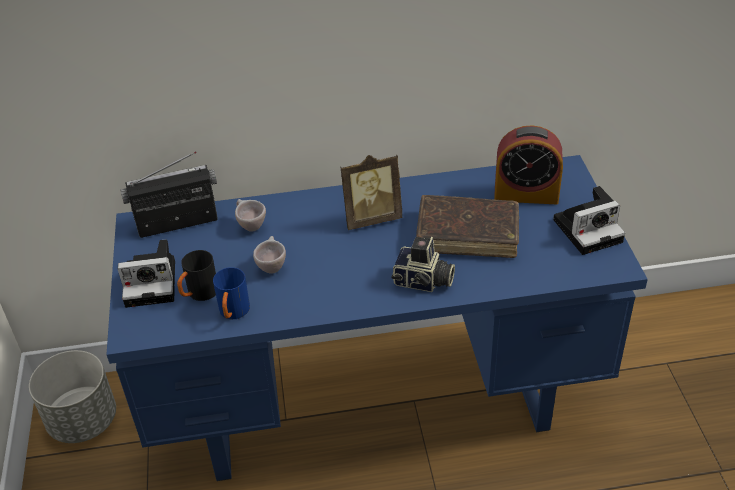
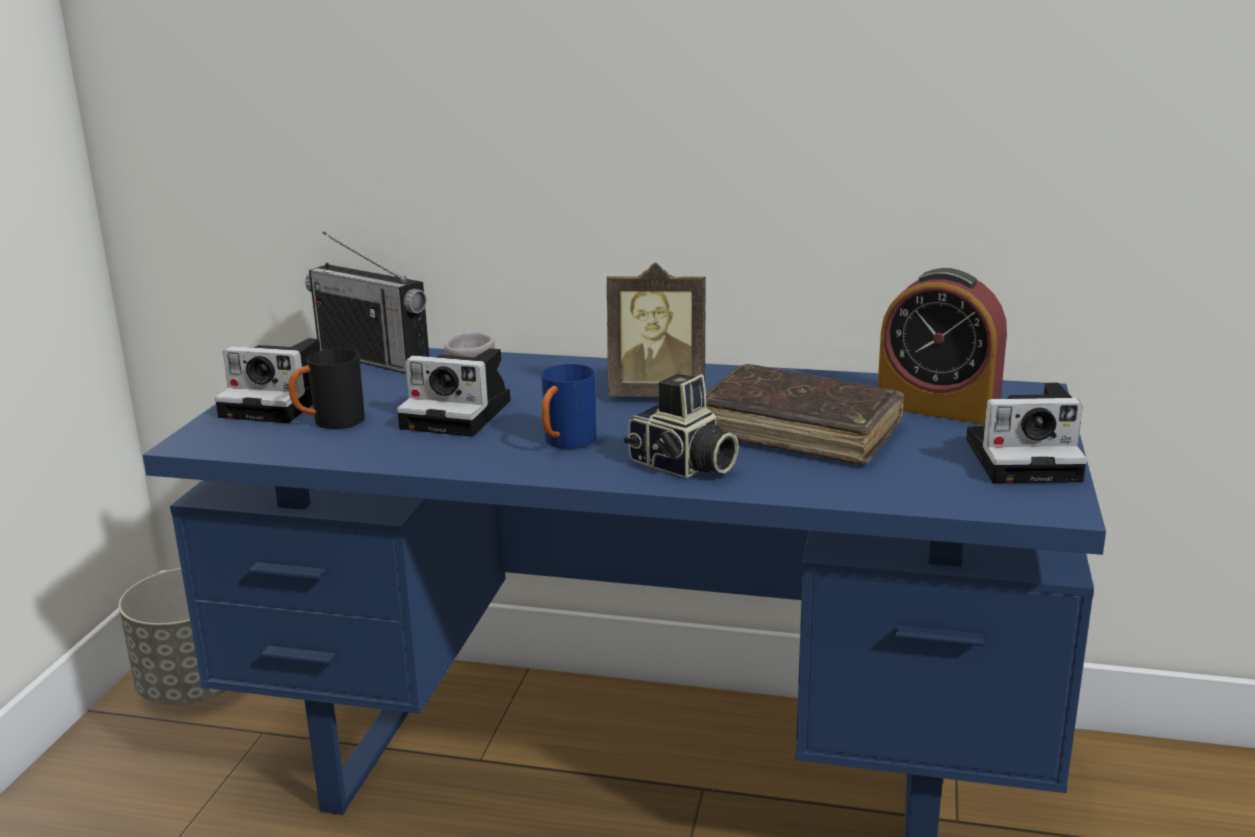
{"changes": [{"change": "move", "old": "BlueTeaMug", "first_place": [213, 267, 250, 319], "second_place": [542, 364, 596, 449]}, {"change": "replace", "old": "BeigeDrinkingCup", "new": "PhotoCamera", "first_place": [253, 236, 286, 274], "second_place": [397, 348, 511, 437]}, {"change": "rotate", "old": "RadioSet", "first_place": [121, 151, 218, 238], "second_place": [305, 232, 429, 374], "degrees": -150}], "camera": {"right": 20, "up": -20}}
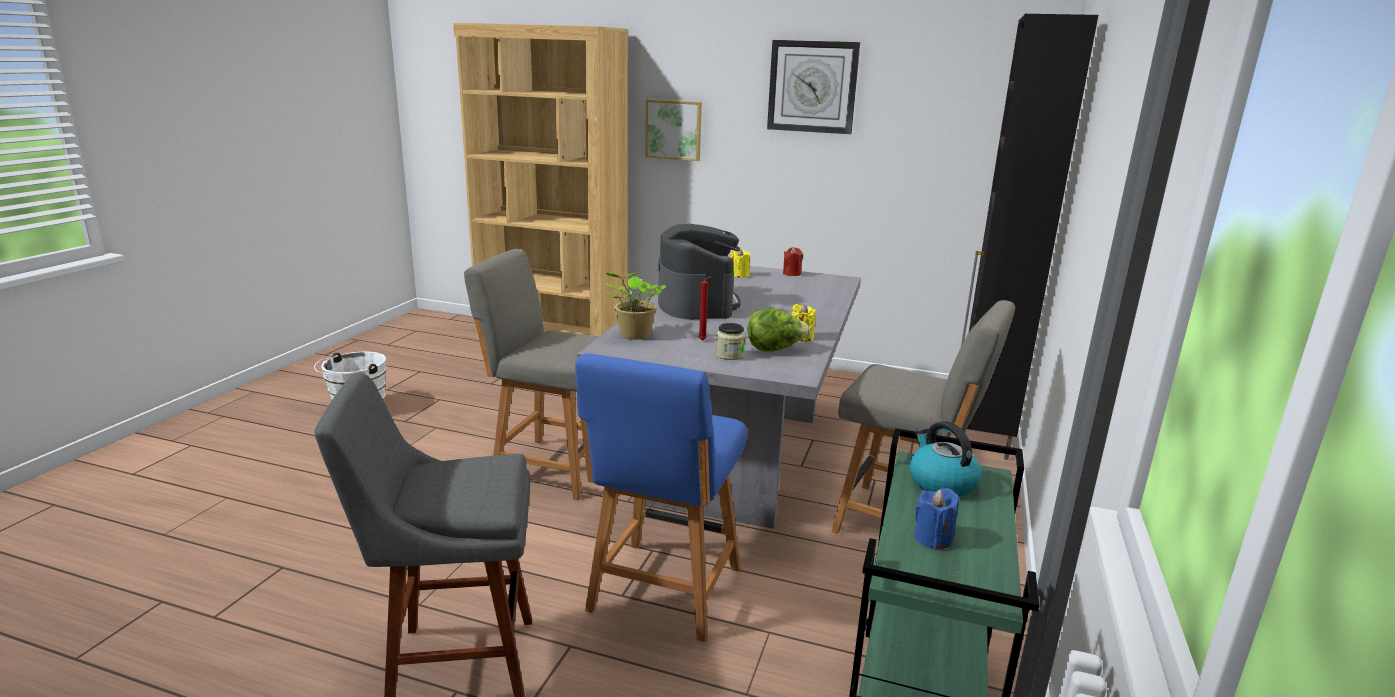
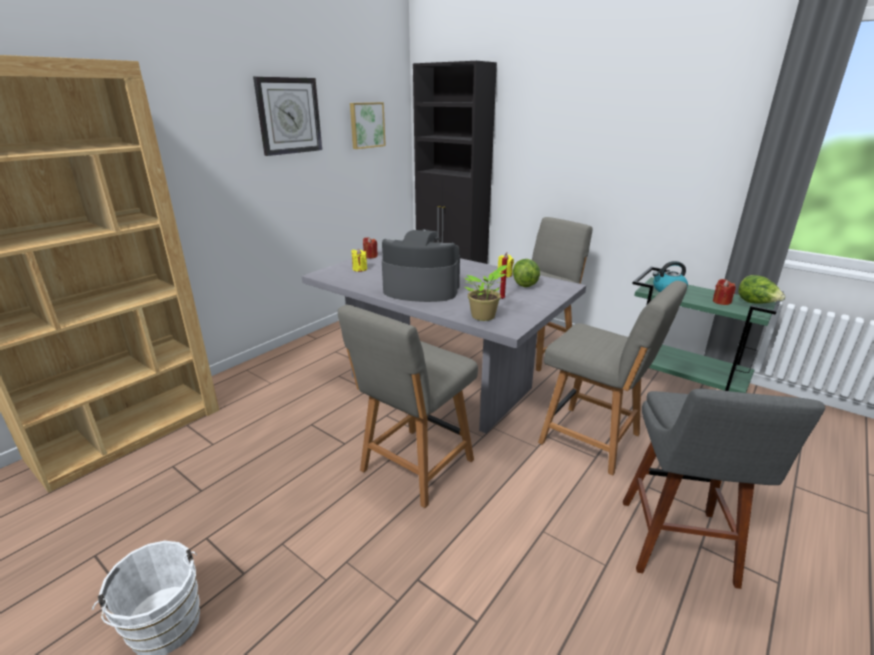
{"changes": [{"change": "delete", "old": "PreserveJar", "first_place": [716, 323, 745, 360]}, {"change": "insert", "new": "LettuceHead", "second_place": [738, 275, 785, 304]}, {"change": "move", "old": "Picture", "first_place": [646, 99, 702, 161], "second_place": [350, 102, 386, 149]}, {"change": "recolor", "old": "BlueChair", "new": "GrayChair", "first_place": [575, 353, 747, 642], "second_place": [538, 281, 687, 475]}, {"change": "recolor", "old": "BlueWaxCandle", "new": "RedWaxCandle", "first_place": [914, 488, 959, 550], "second_place": [713, 279, 736, 305]}], "camera": {"right": -70, "up": 5}}
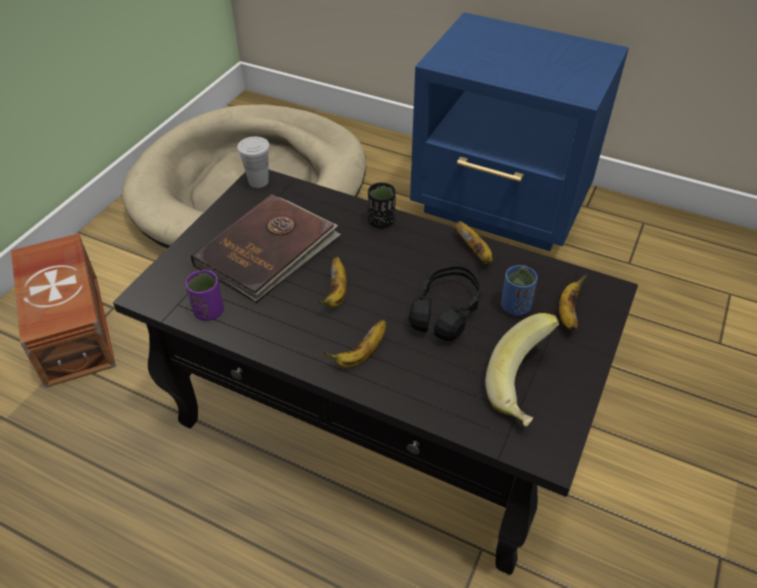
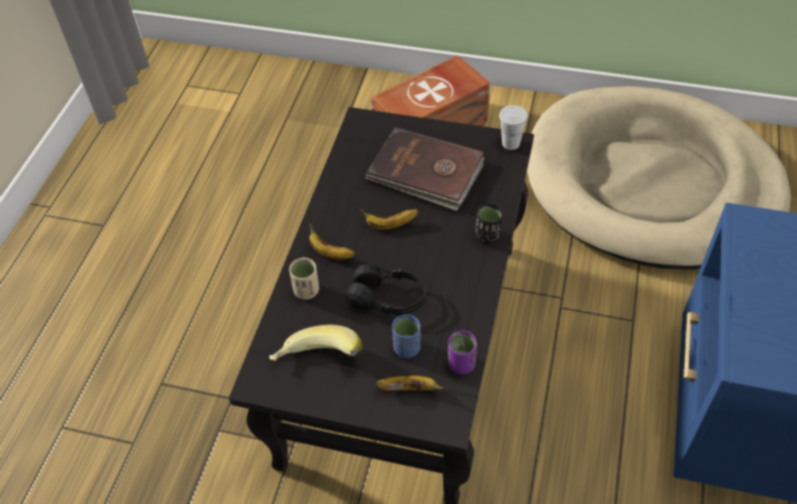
{"changes": [{"change": "delete", "old": "WholeBanana", "first_place": [456, 221, 493, 264]}, {"change": "insert", "new": "BeigeDrinkingCup", "second_place": [289, 257, 319, 300]}, {"change": "move", "old": "PurplishDrinkingCup", "first_place": [185, 270, 224, 321], "second_place": [448, 331, 477, 374]}], "camera": {"right": 80, "up": 5}}
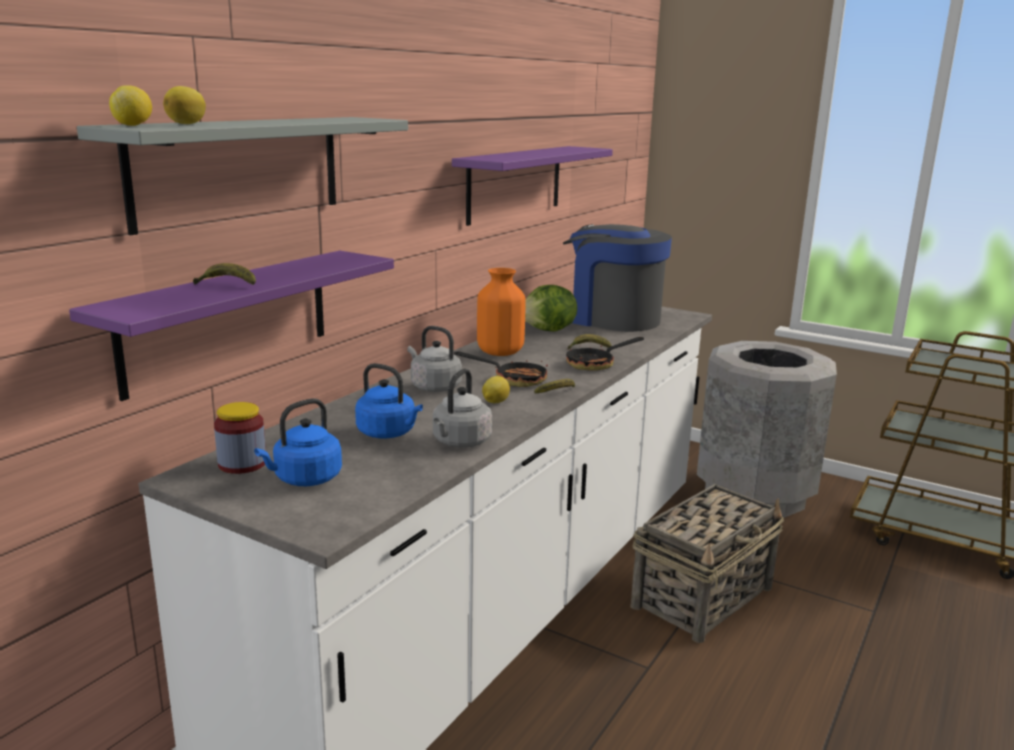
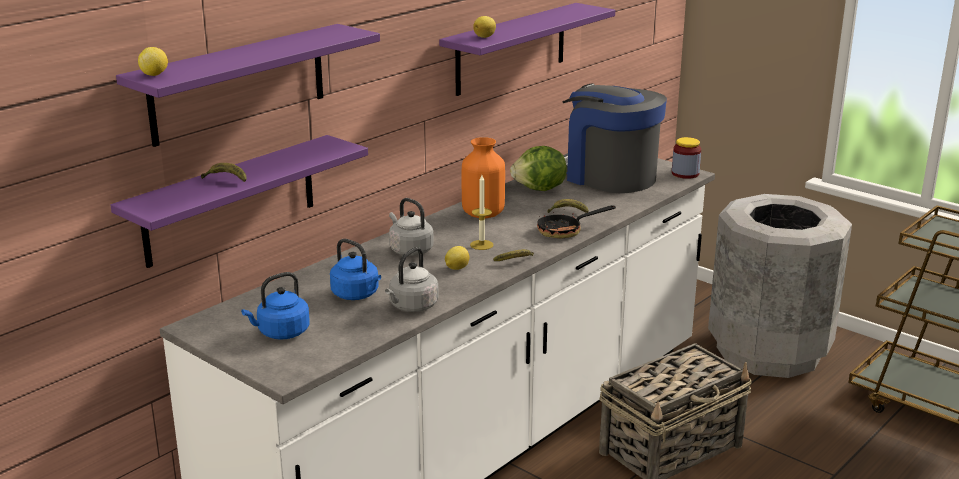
{"changes": [{"change": "move", "old": "CitrusFruit", "first_place": [163, 86, 206, 124], "second_place": [473, 16, 496, 38]}, {"change": "move", "old": "PreserveJar", "first_place": [214, 402, 266, 474], "second_place": [672, 137, 701, 179]}, {"change": "replace", "old": "Pan", "new": "WaxCandle", "first_place": [454, 351, 548, 387], "second_place": [470, 175, 494, 250]}, {"change": "recolor", "old": "GrayWallShelf", "new": "PurplishWallShelf", "first_place": [77, 117, 408, 235], "second_place": [116, 24, 380, 147]}], "camera": {"right": 10, "up": 5}}
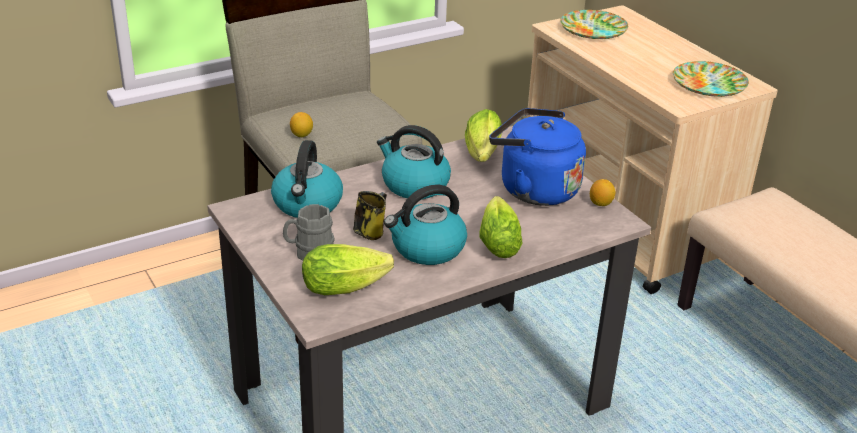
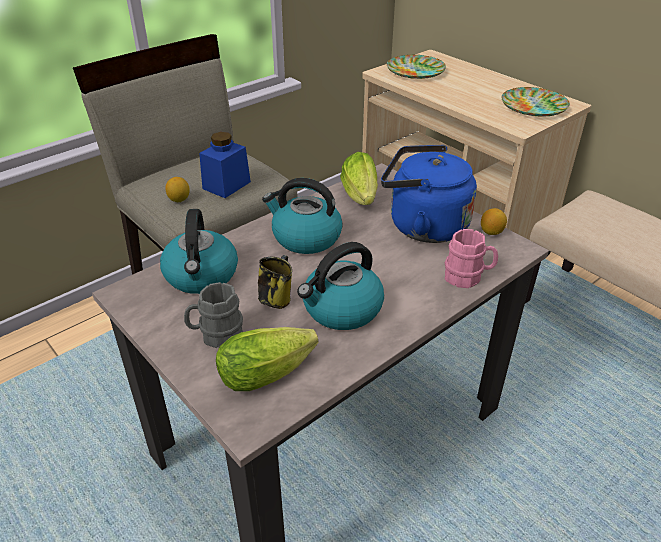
{"changes": [{"change": "delete", "old": "LettuceHead", "first_place": [479, 196, 522, 258]}, {"change": "insert", "new": "BluePreserveJar", "second_place": [199, 132, 251, 198]}, {"change": "insert", "new": "PinkTeaMug", "second_place": [445, 229, 498, 288]}], "camera": {"right": -10, "up": 5}}
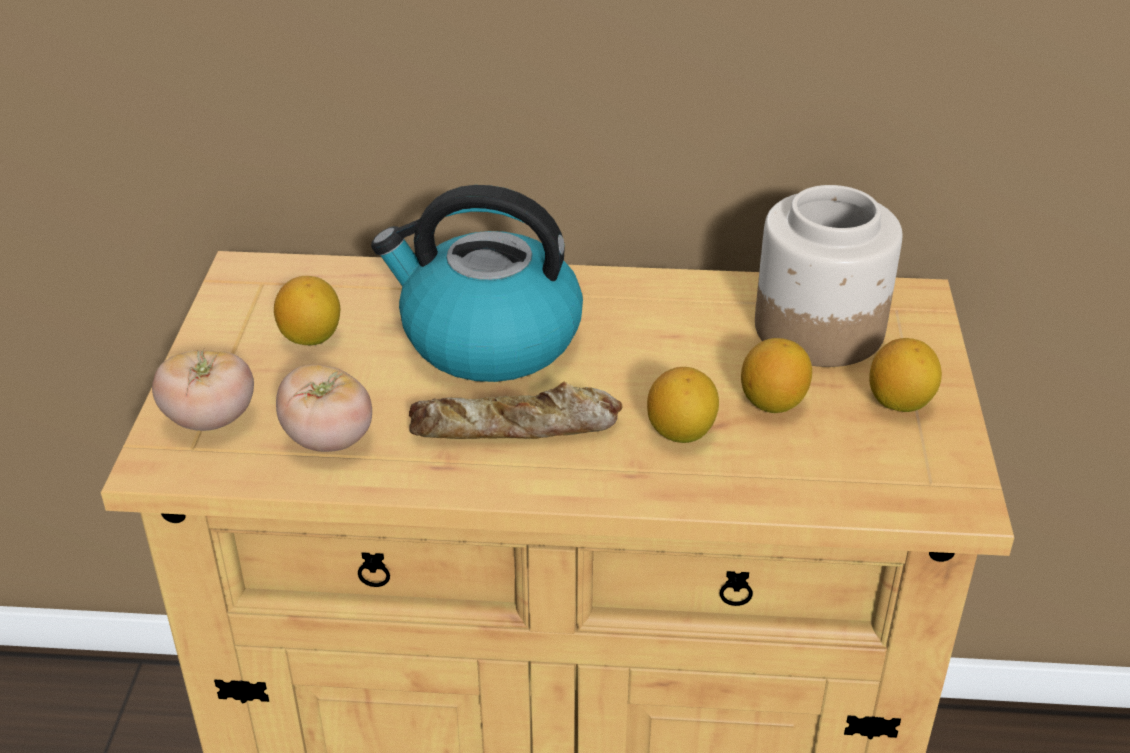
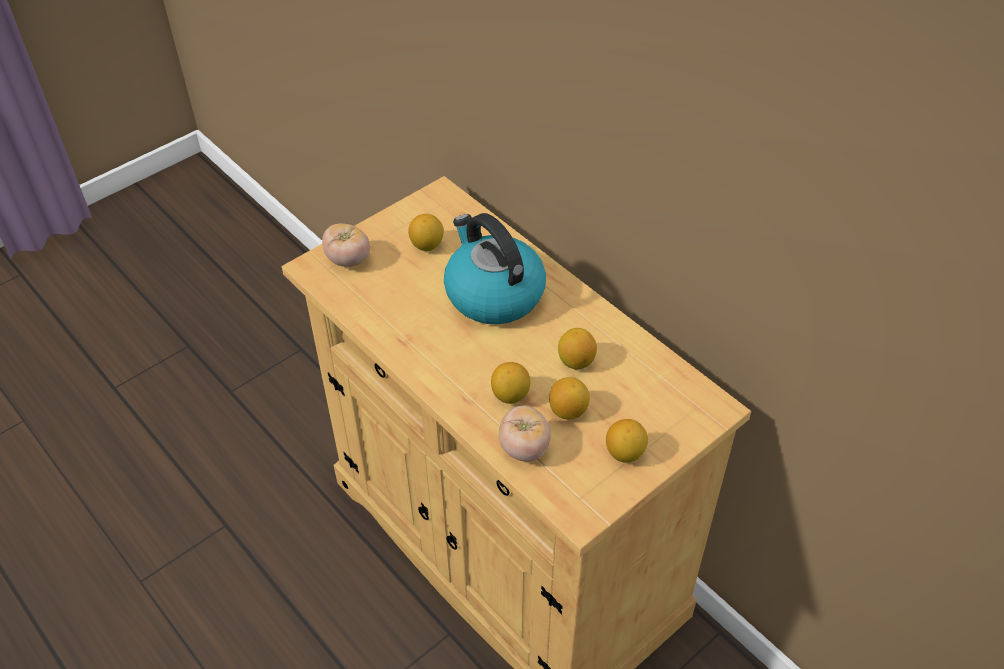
{"changes": [{"change": "delete", "old": "BakeryBread", "first_place": [409, 382, 623, 439]}, {"change": "delete", "old": "PreserveJar", "first_place": [755, 185, 903, 367]}, {"change": "insert", "new": "CitrusFruit", "second_place": [558, 328, 597, 369]}, {"change": "move", "old": "Tomato", "first_place": [276, 364, 372, 452], "second_place": [499, 405, 551, 462]}], "camera": {"right": 45, "up": 10}}
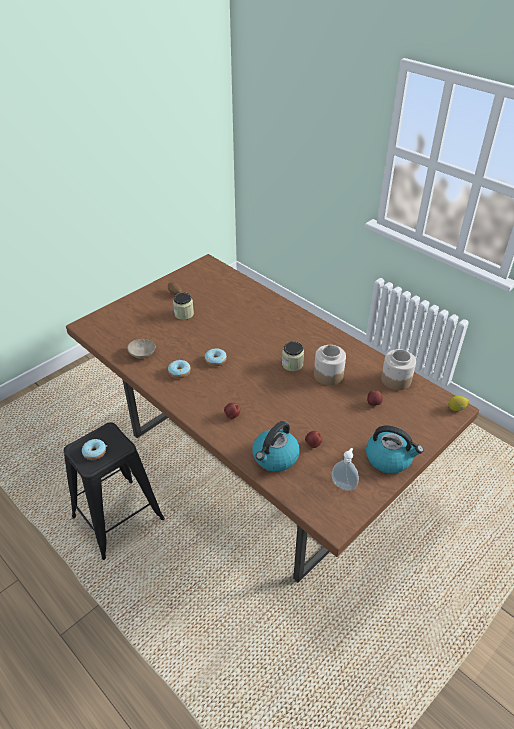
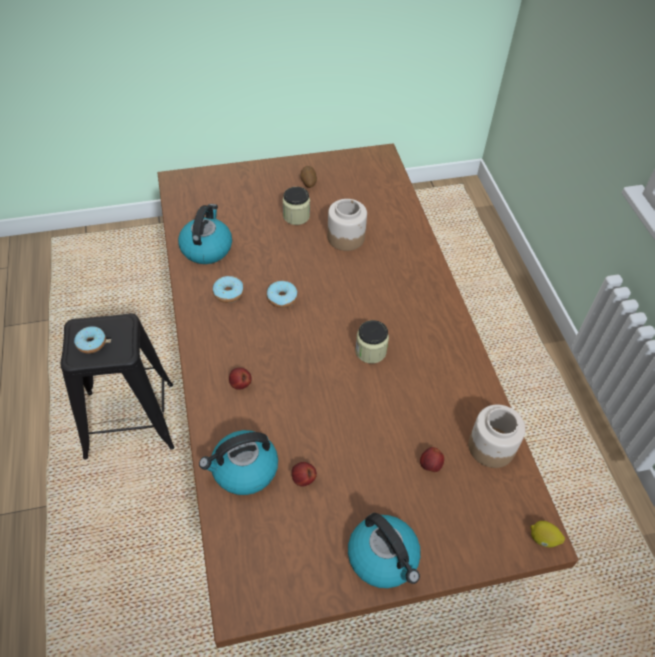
{"changes": [{"change": "delete", "old": "SoapDispenser", "first_place": [332, 448, 359, 491]}, {"change": "move", "old": "PreserveJar", "first_place": [314, 345, 346, 385], "second_place": [327, 199, 367, 251]}, {"change": "replace", "old": "BeigeDeepDish", "new": "WaterKettle", "first_place": [127, 339, 155, 358], "second_place": [178, 204, 232, 264]}], "camera": {"right": 30, "up": 10}}
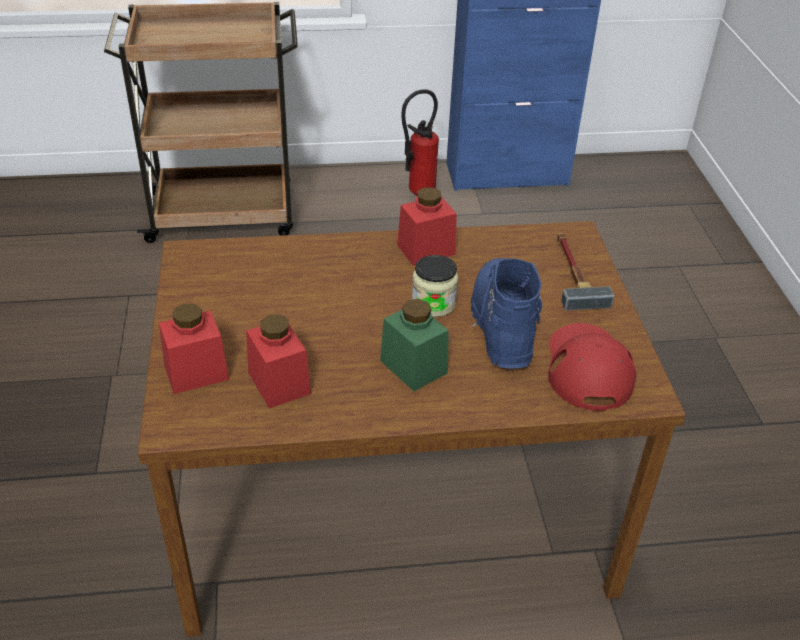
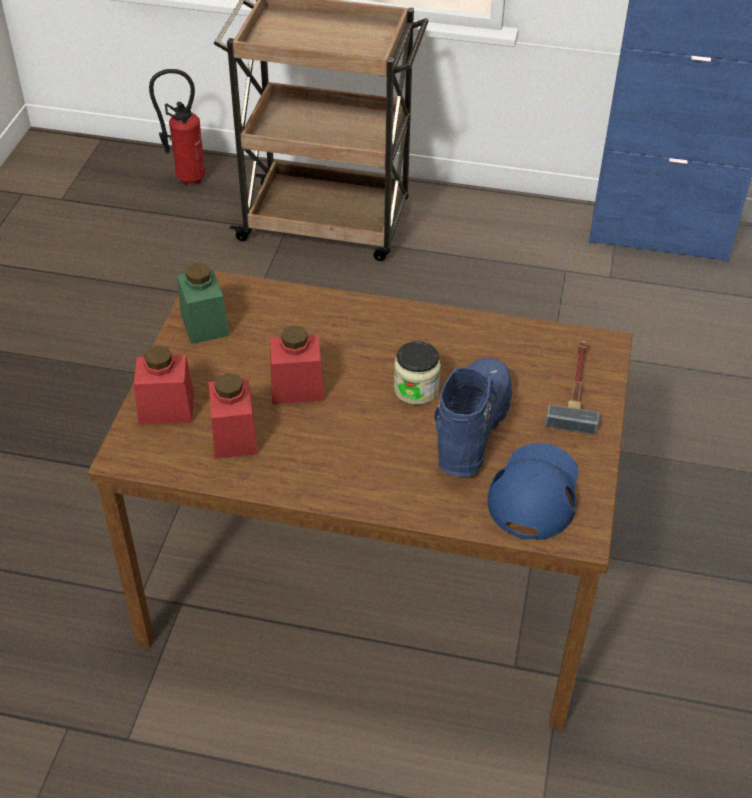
{"changes": [{"change": "move", "old": "GreenishPreserveJar", "first_place": [380, 299, 449, 391], "second_place": [177, 263, 229, 344]}, {"change": "move", "old": "RedPreserveJar", "first_place": [397, 187, 457, 266], "second_place": [270, 325, 324, 404]}, {"change": "move", "old": "Extinguisher", "first_place": [401, 89, 439, 196], "second_place": [149, 69, 206, 185]}, {"change": "recolor", "old": "RedBaseballCap", "new": "BlueBaseballCap", "first_place": [548, 323, 637, 411], "second_place": [488, 443, 578, 540]}], "camera": {"right": 20, "up": 5}}
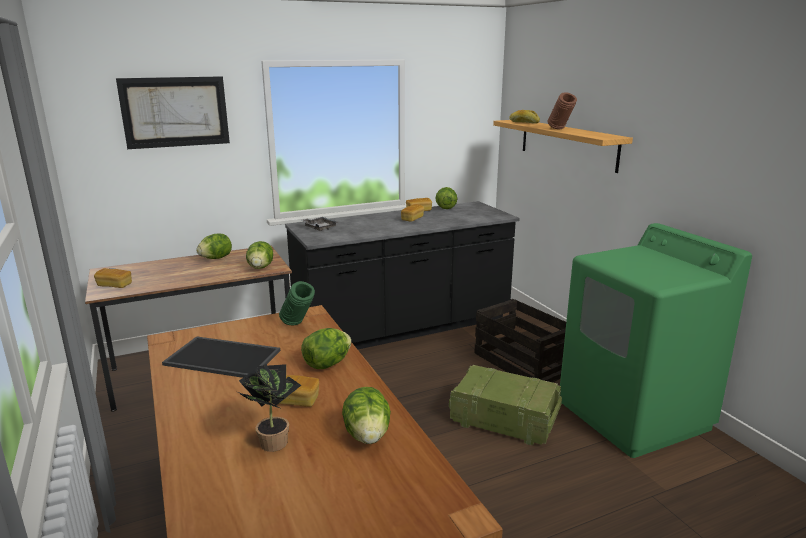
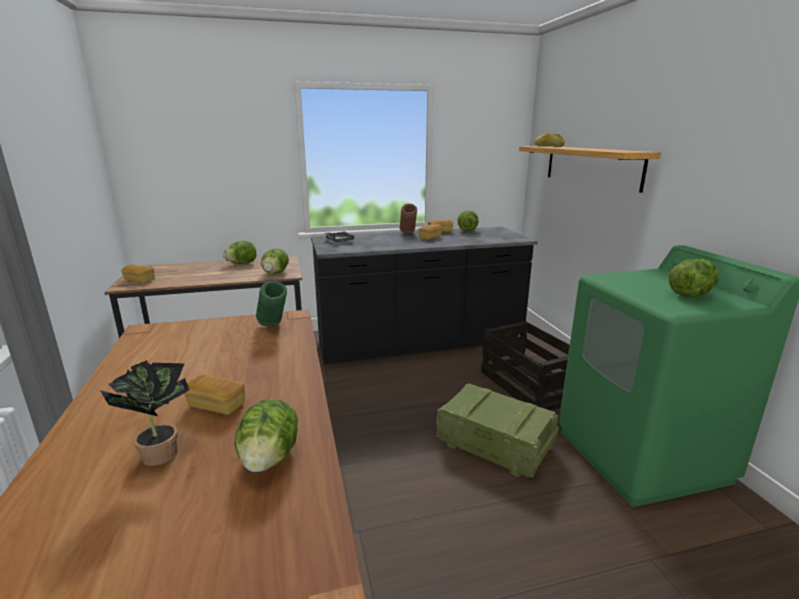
{"changes": [{"change": "delete", "old": "Picture", "first_place": [116, 76, 230, 149]}, {"change": "delete", "old": "ServingTray", "first_place": [162, 336, 280, 378]}, {"change": "move", "old": "LettuceHead", "first_place": [301, 328, 351, 369], "second_place": [669, 259, 719, 297]}, {"change": "move", "old": "BrownVase", "first_place": [547, 92, 577, 129], "second_place": [400, 204, 417, 234]}], "camera": {"right": 10, "up": 0}}
